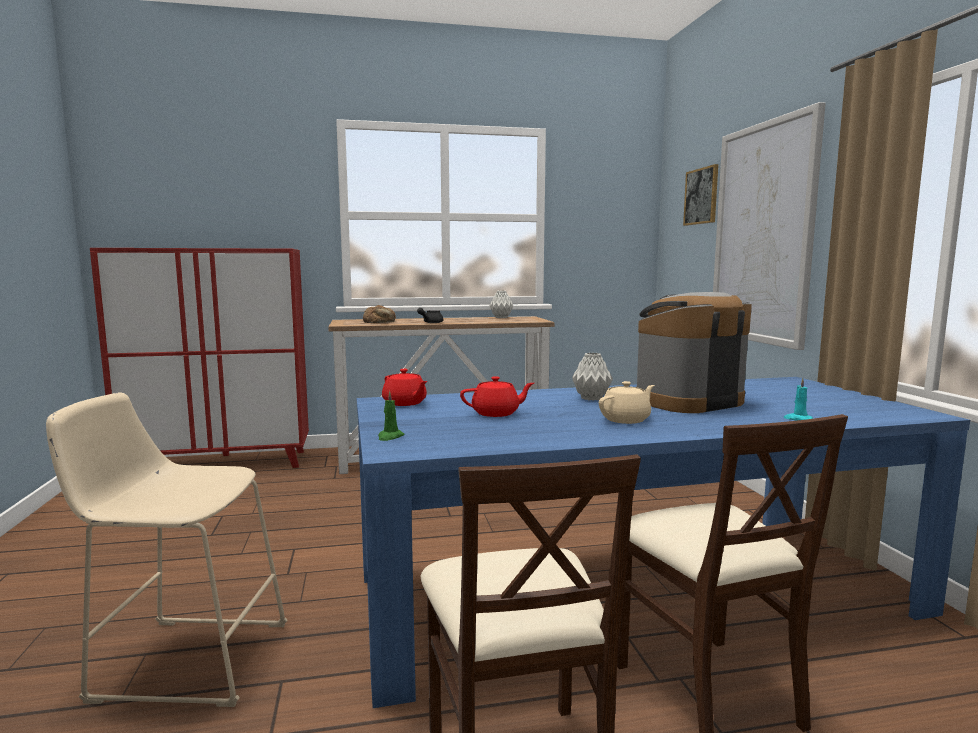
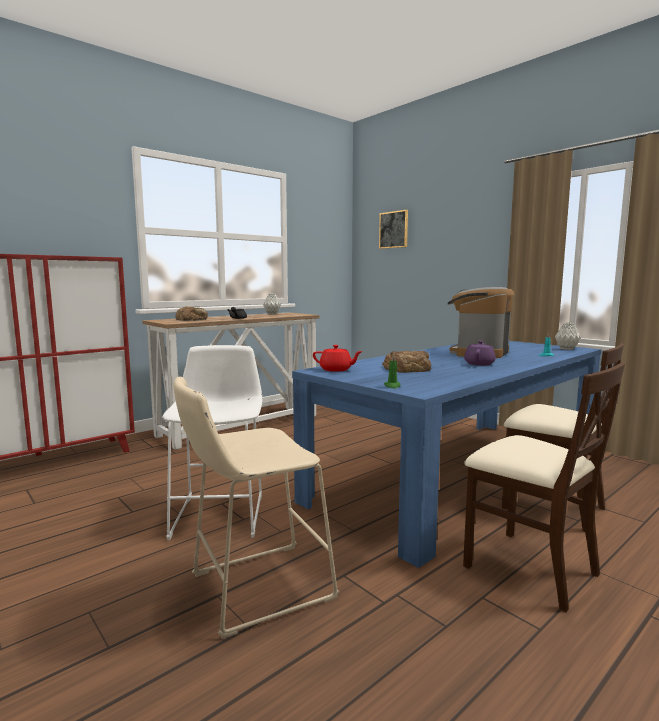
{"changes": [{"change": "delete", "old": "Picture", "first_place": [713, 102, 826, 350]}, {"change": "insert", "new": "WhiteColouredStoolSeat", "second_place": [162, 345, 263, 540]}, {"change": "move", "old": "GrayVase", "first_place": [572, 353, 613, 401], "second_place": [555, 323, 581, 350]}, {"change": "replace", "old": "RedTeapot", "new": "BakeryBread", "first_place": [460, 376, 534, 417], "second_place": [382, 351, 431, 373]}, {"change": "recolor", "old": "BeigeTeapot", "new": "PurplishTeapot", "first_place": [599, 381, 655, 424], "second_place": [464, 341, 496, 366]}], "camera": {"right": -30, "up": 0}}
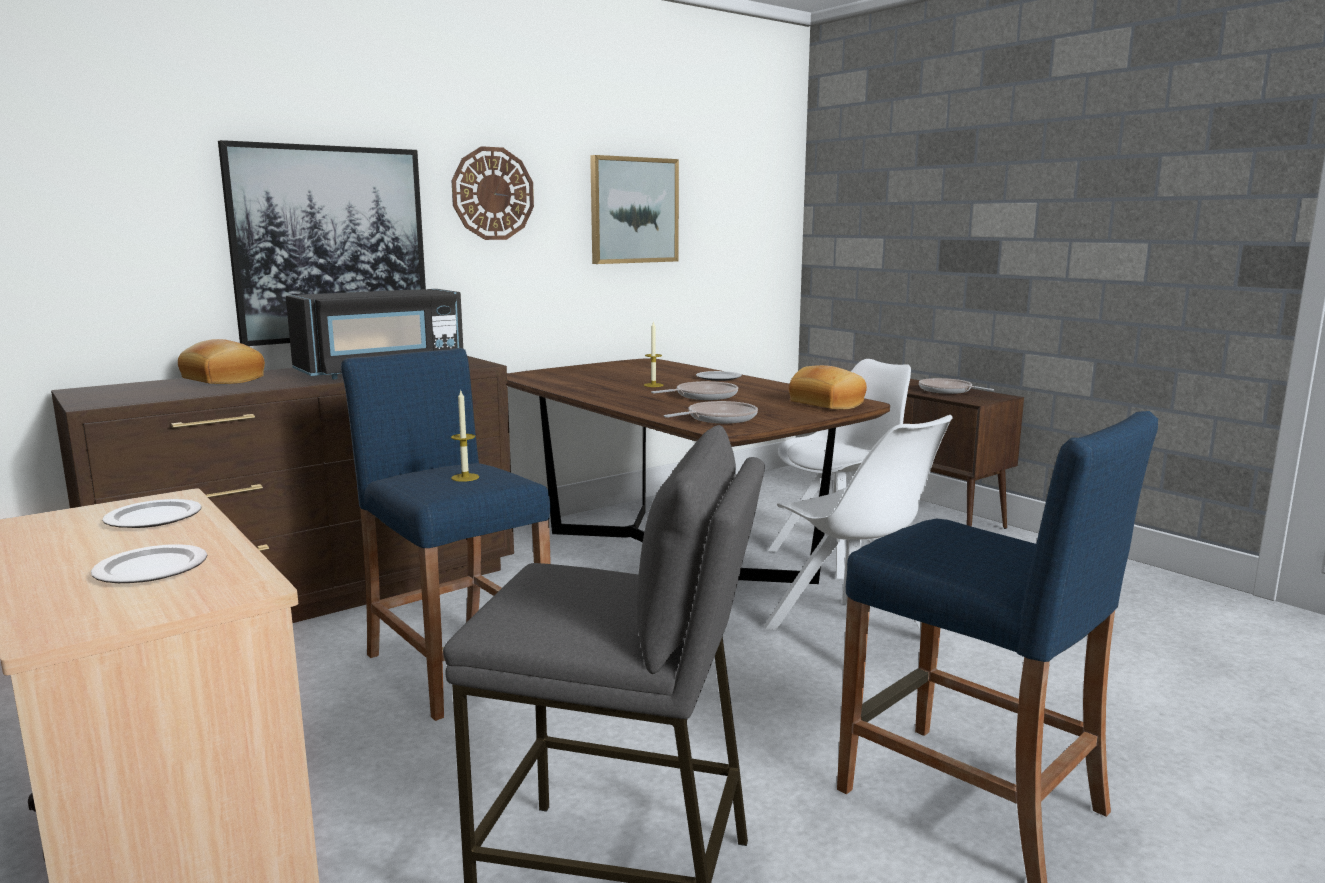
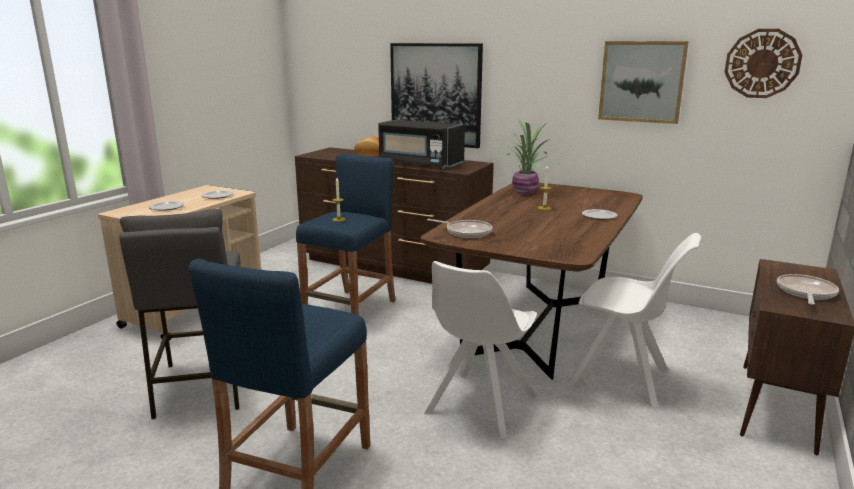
{"changes": [{"change": "delete", "old": "Pan", "first_place": [651, 381, 738, 400]}, {"change": "delete", "old": "BakeryBread", "first_place": [789, 365, 867, 409]}, {"change": "insert", "new": "PlantInAPot", "second_place": [489, 119, 567, 195]}, {"change": "move", "old": "ClockOnTheWall", "first_place": [451, 146, 534, 240], "second_place": [725, 29, 802, 98]}], "camera": {"right": 65, "up": 5}}
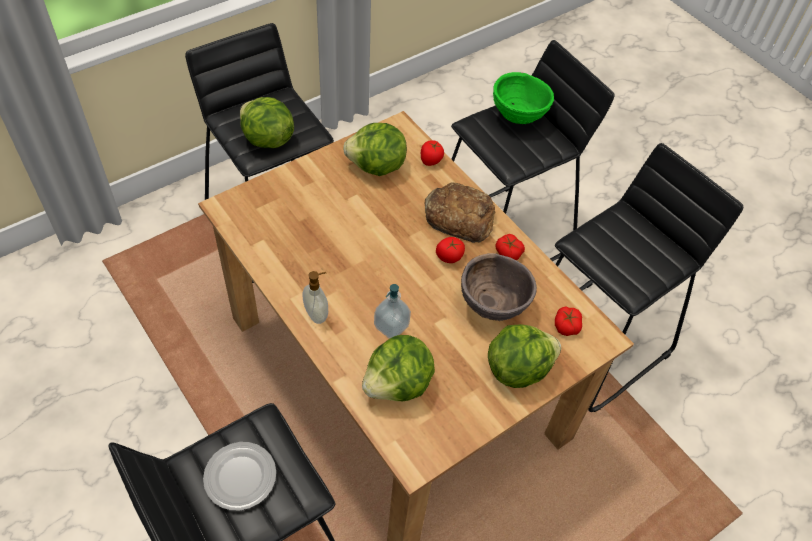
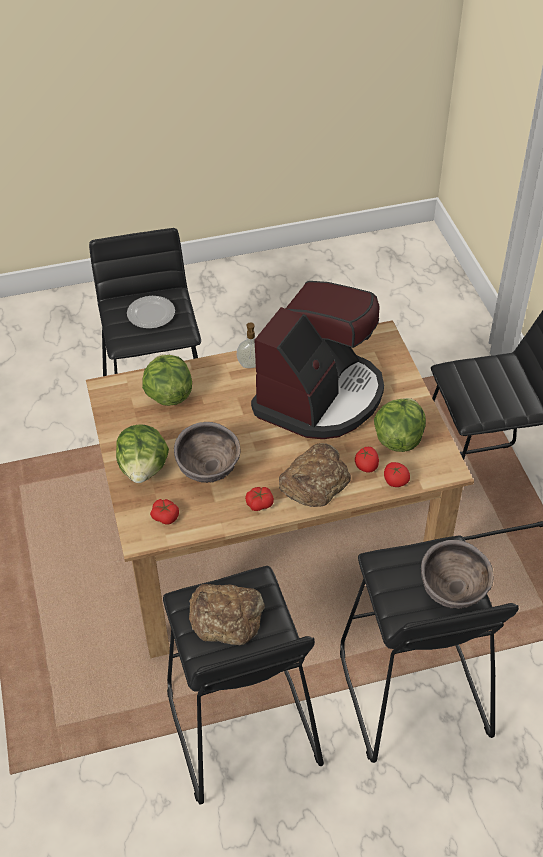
{"changes": [{"change": "delete", "old": "LettuceHead", "first_place": [240, 97, 294, 148]}, {"change": "delete", "old": "SoapDispenser", "first_place": [374, 284, 411, 339]}, {"change": "insert", "new": "BakeryBread", "second_place": [189, 584, 265, 645]}, {"change": "insert", "new": "CoffeeBrewer", "second_place": [251, 281, 384, 439]}, {"change": "move", "old": "Tomato", "first_place": [436, 237, 465, 263], "second_place": [355, 447, 379, 473]}, {"change": "recolor", "old": "GreenishDeepDish", "new": "BrownDeepDish", "first_place": [493, 72, 554, 124], "second_place": [421, 540, 494, 609]}], "camera": {"right": 115, "up": -5}}
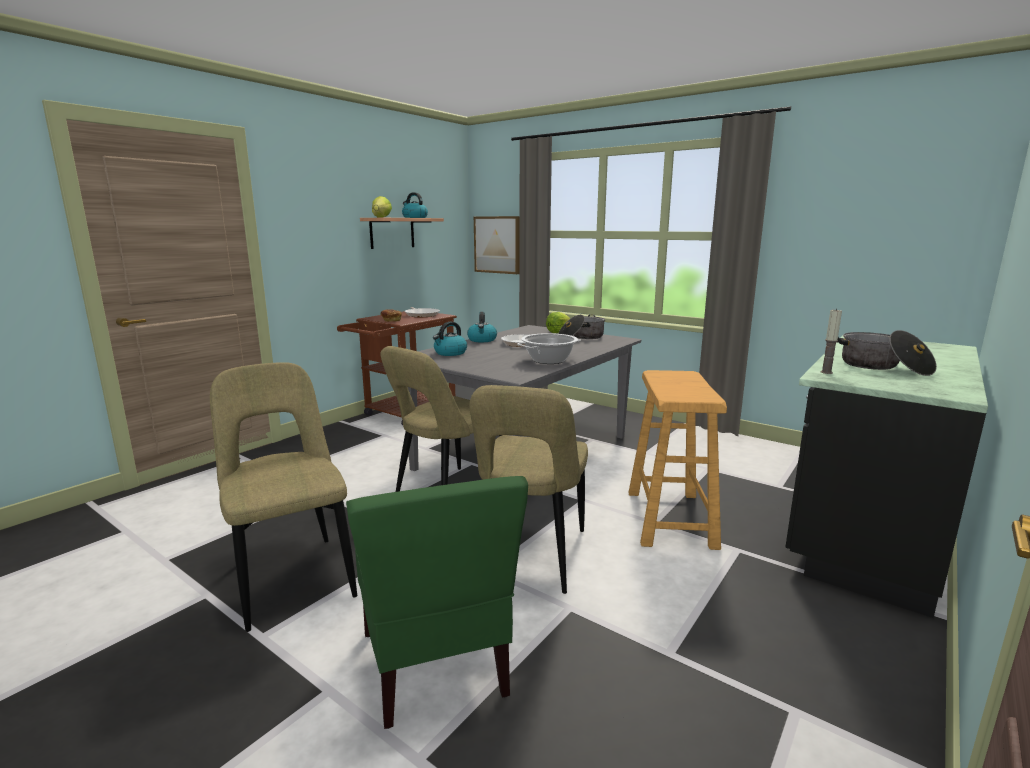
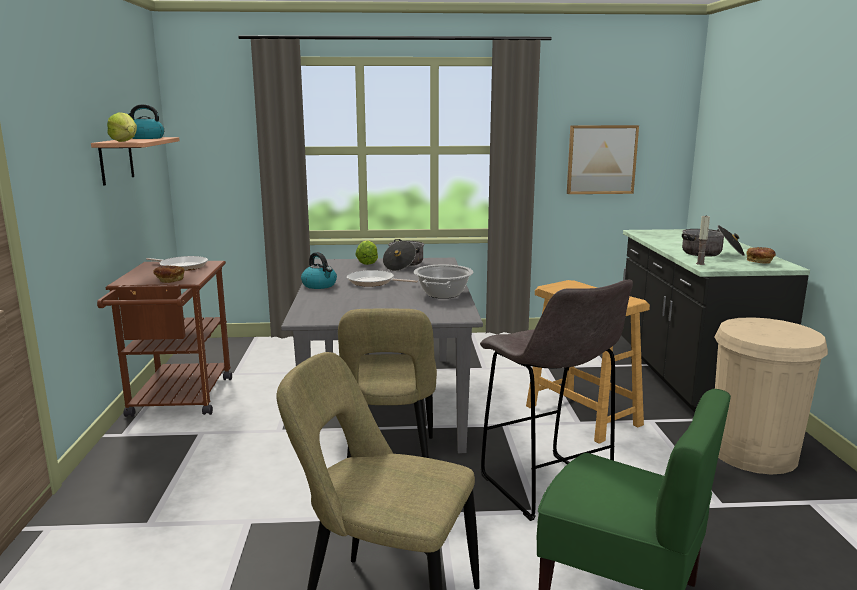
{"changes": [{"change": "delete", "old": "WaterKettle", "first_place": [433, 322, 467, 356]}, {"change": "insert", "new": "BeigeWasteBin", "second_place": [714, 317, 828, 474]}, {"change": "insert", "new": "BakeryBread", "second_place": [746, 247, 776, 264]}, {"change": "move", "old": "Picture", "first_place": [474, 216, 520, 274], "second_place": [567, 125, 639, 194]}, {"change": "replace", "old": "BeigeChair", "new": "GrayStoolSeat", "first_place": [470, 385, 588, 594], "second_place": [480, 280, 633, 521]}], "camera": {"right": -40, "up": 0}}
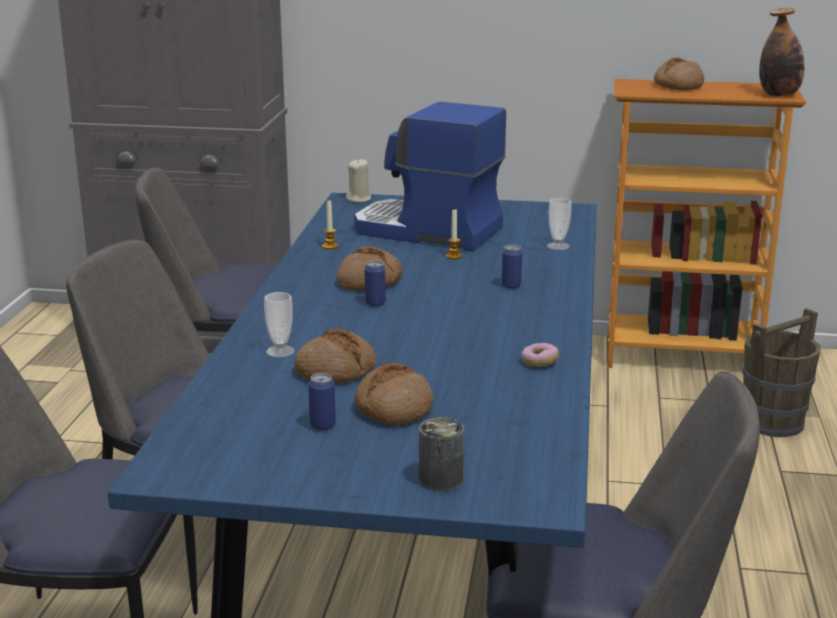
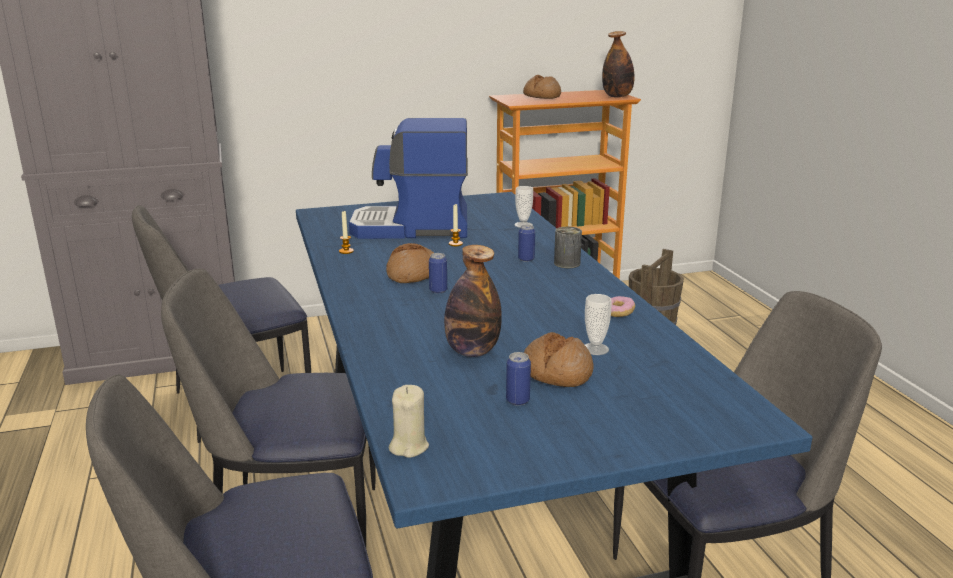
{"changes": [{"change": "move", "old": "DrinkingCup", "first_place": [264, 292, 295, 358], "second_place": [585, 294, 612, 355]}, {"change": "move", "old": "BeigeWaxCandle", "first_place": [346, 158, 371, 202], "second_place": [389, 385, 429, 458]}, {"change": "move", "old": "MetalCan", "first_place": [419, 417, 464, 491], "second_place": [554, 227, 582, 268]}, {"change": "replace", "old": "BakeryBread", "new": "BeverageBottle", "first_place": [294, 329, 377, 384], "second_place": [444, 245, 502, 357]}], "camera": {"right": -25, "up": 0}}
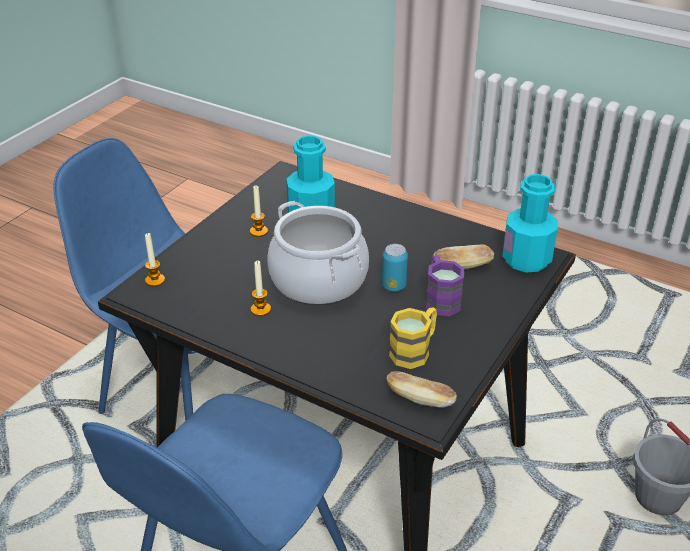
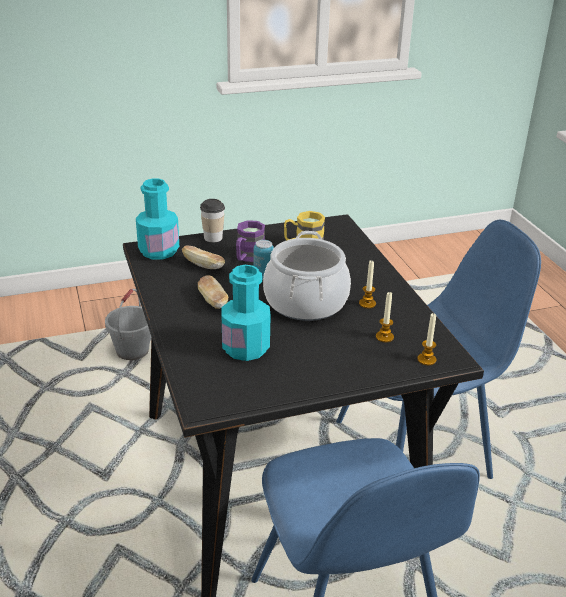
{"changes": [{"change": "insert", "new": "DrinkingCup", "second_place": [200, 199, 225, 242]}, {"change": "move", "old": "WaxCandle", "first_place": [250, 186, 268, 237], "second_place": [376, 292, 394, 342]}, {"change": "move", "old": "BakeryBread", "first_place": [387, 371, 457, 408], "second_place": [198, 275, 228, 309]}], "camera": {"right": -140, "up": -5}}
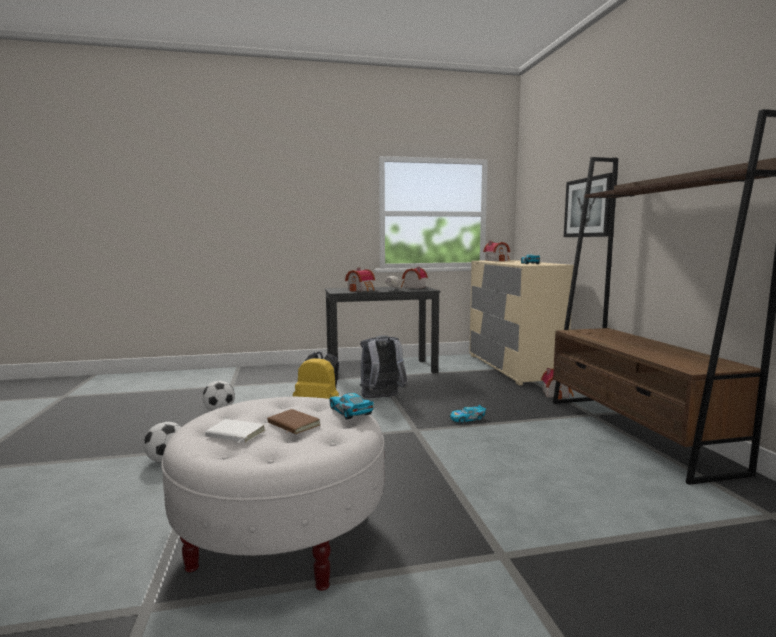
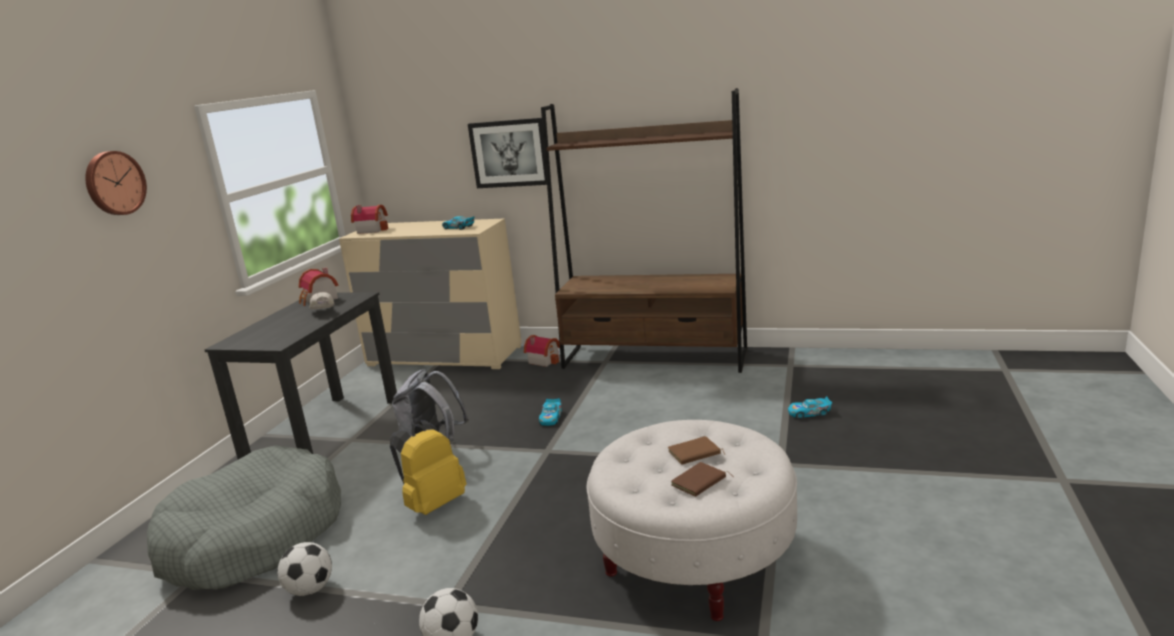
{"changes": [{"change": "delete", "old": "ModelHouse", "first_place": [345, 268, 375, 291]}, {"change": "insert", "new": "ClockOnTheWall", "second_place": [85, 151, 147, 215]}, {"change": "insert", "new": "GrayDogBed", "second_place": [147, 445, 341, 590]}, {"change": "move", "old": "MiniatureCar", "first_place": [329, 393, 374, 419], "second_place": [788, 396, 832, 419]}, {"change": "recolor", "old": "WhiteColouredVolume", "new": "BrownVolume", "first_place": [205, 419, 266, 443], "second_place": [671, 462, 734, 497]}], "camera": {"right": -60, "up": 10}}
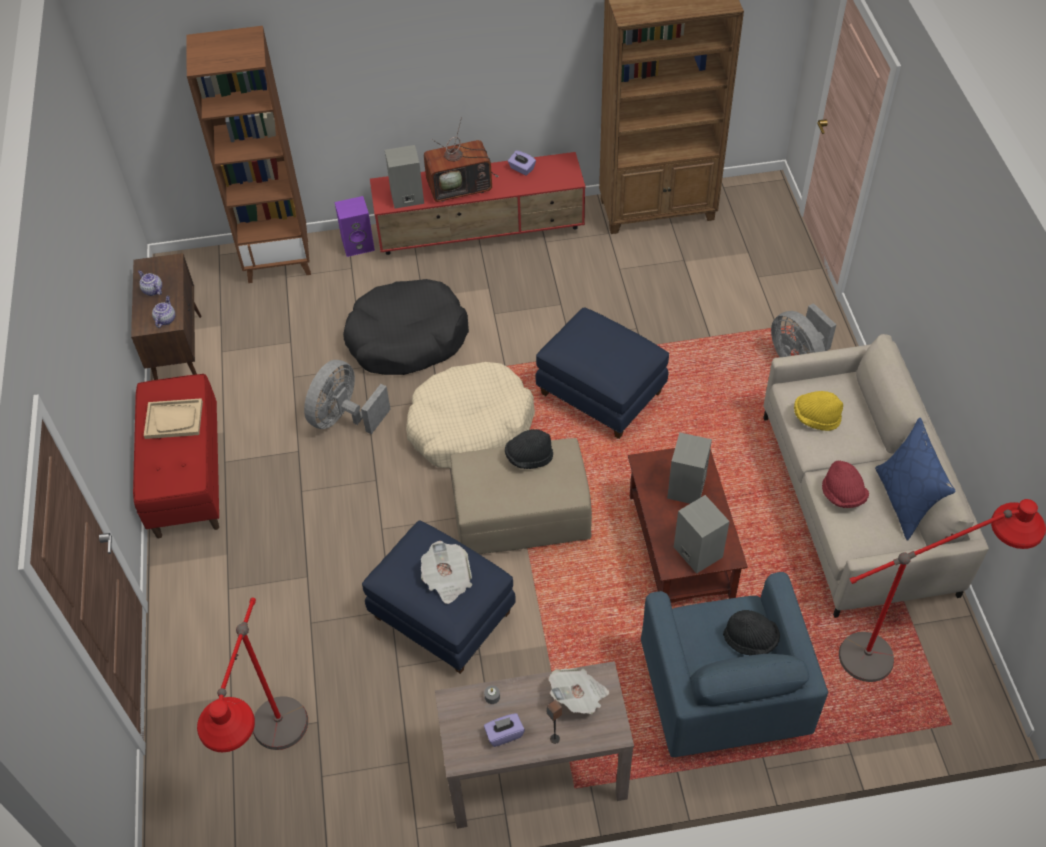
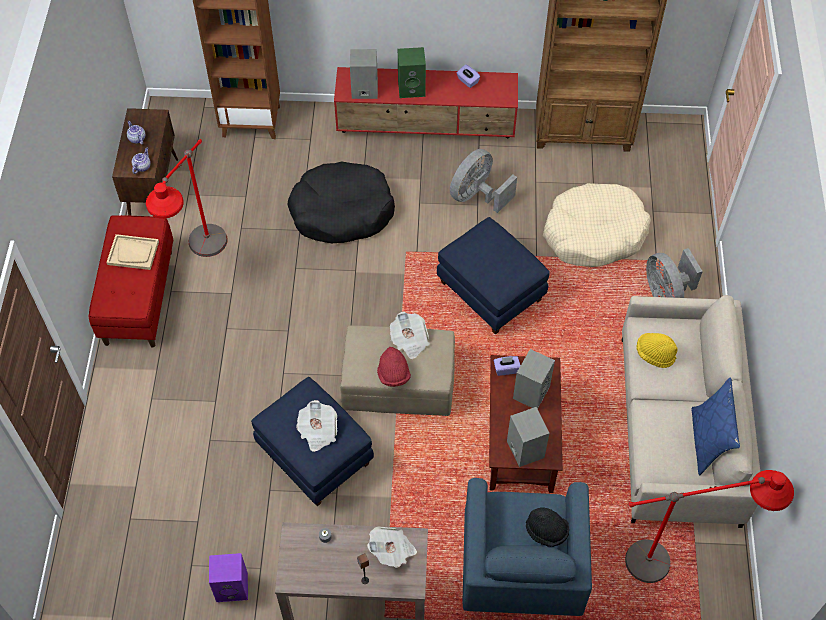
{"changes": [{"change": "move", "old": "RedFloorLamp", "first_place": [197, 597, 308, 752], "second_place": [146, 139, 228, 257]}, {"change": "move", "old": "GrayElectricFan", "first_place": [304, 360, 391, 434], "second_place": [450, 149, 517, 213]}, {"change": "move", "old": "PurplishAudioSpeaker", "first_place": [335, 196, 375, 257], "second_place": [209, 553, 248, 602]}, {"change": "move", "old": "BeigeDogBed", "first_place": [406, 362, 535, 468], "second_place": [543, 183, 651, 267]}, {"change": "move", "old": "PurplishBoxOfTissues", "first_place": [484, 713, 525, 747], "second_place": [494, 356, 521, 376]}, {"change": "move", "old": "RedClothingHat", "first_place": [822, 461, 869, 508], "second_place": [377, 347, 411, 387]}, {"change": "replace", "old": "Television", "new": "GreenishAudioSpeaker", "first_place": [424, 117, 498, 202], "second_place": [398, 47, 426, 98]}, {"change": "replace", "old": "BlackishClothingHat", "new": "DailyPaper", "first_place": [505, 429, 553, 469], "second_place": [390, 311, 430, 359]}], "camera": {"right": 10, "up": 5}}
